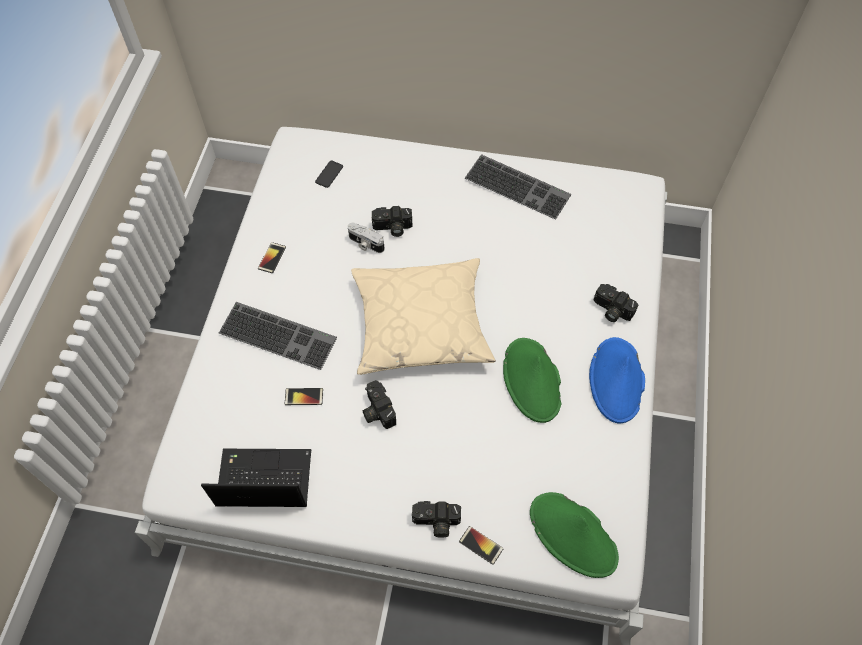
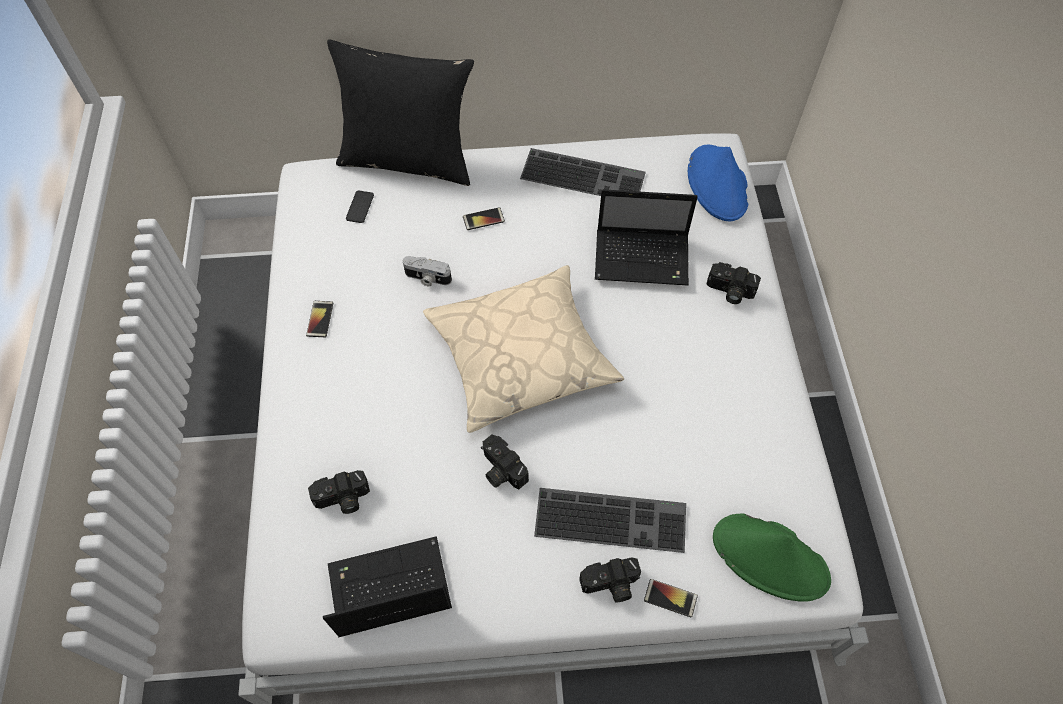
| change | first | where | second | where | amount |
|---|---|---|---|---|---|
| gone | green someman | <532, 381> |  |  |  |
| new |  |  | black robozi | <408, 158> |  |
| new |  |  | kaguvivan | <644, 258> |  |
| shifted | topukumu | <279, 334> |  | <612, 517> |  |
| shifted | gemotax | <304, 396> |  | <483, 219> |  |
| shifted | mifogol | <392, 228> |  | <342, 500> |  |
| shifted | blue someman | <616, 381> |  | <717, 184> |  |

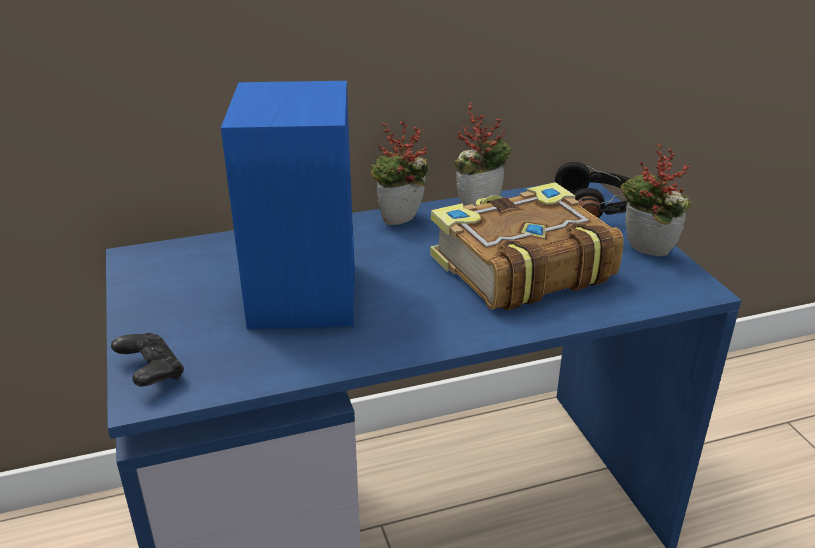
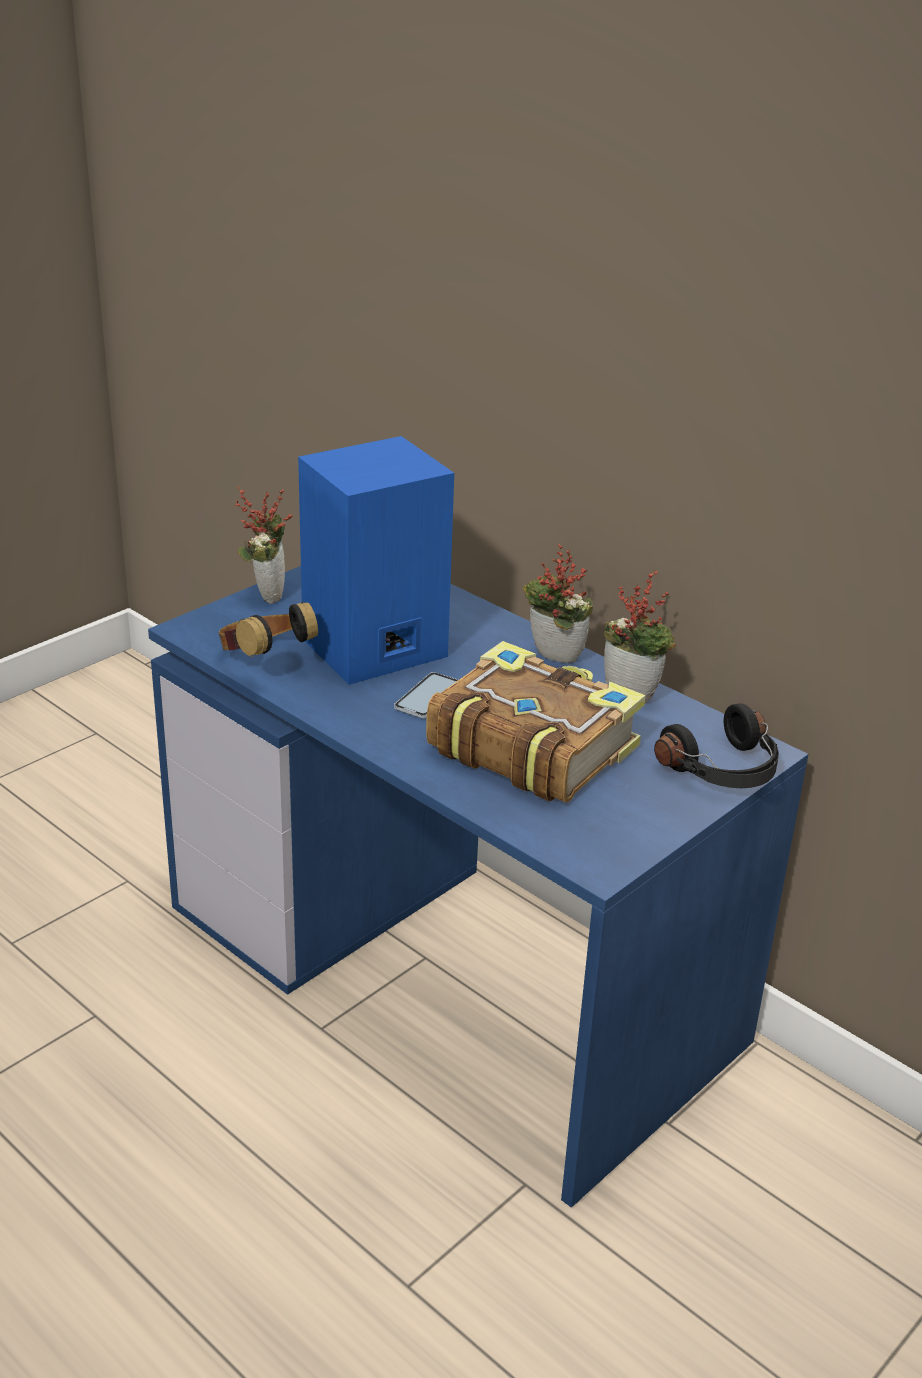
| change | first | where | second | where | amount |
|---|---|---|---|---|---|
| gone | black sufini | <151, 373> |  |  |  |
| new |  |  | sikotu | <264, 662> |  |
| new |  |  | gemotax | <428, 697> |  |
| shifted | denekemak | <644, 252> |  | <266, 593> |  |

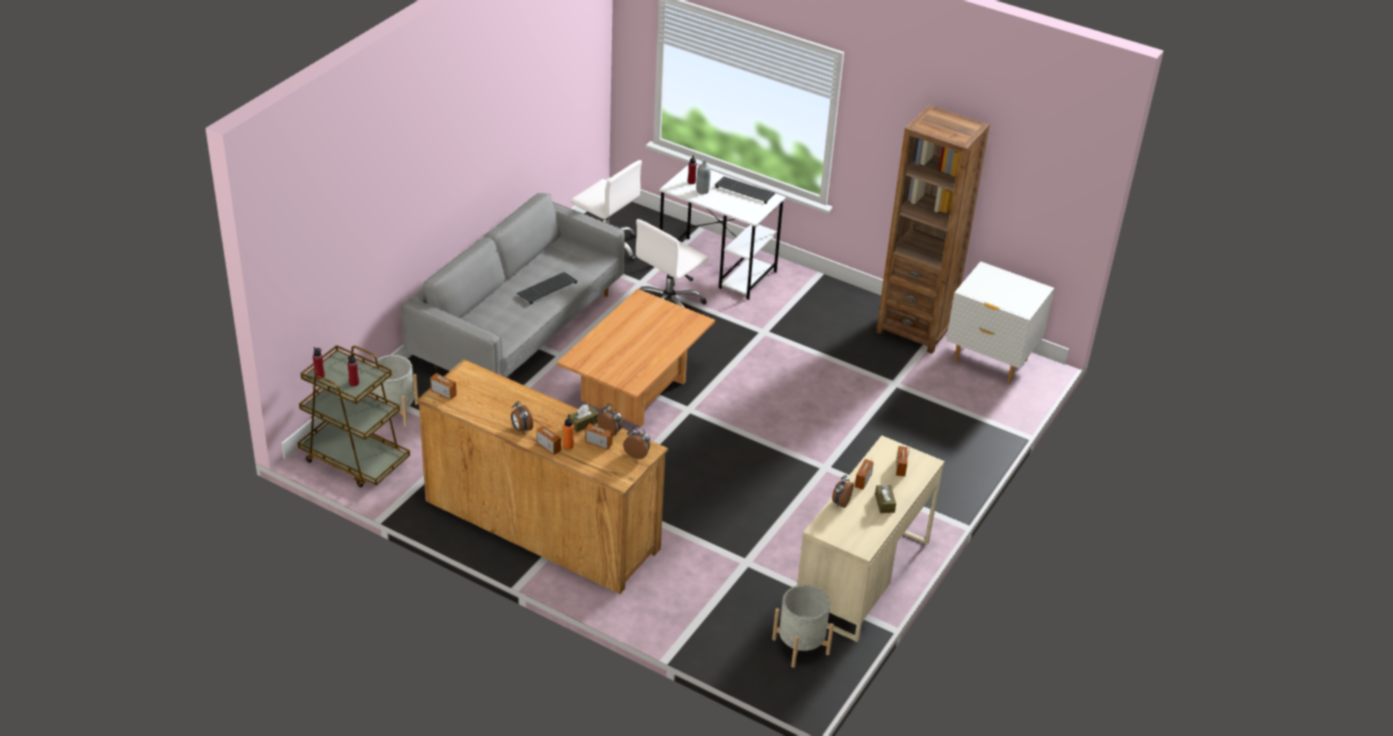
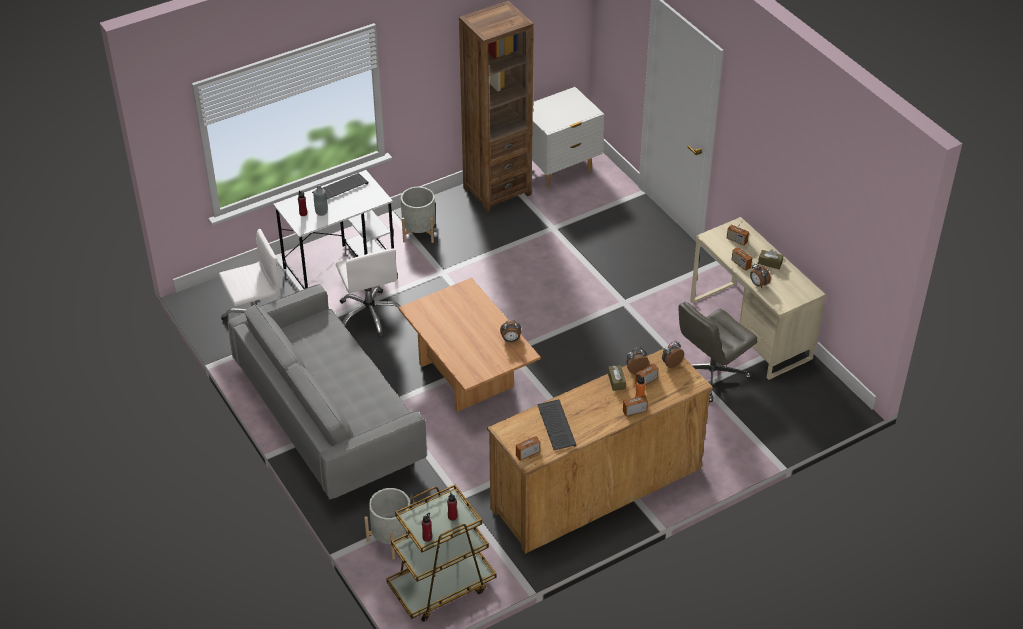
| change | first | where | second | where | amount |
|---|---|---|---|---|---|
| new |  |  | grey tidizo | <710, 375> |  |
| shifted | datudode | <521, 429> |  | <510, 340> |  |
| shifted | topukumu | <547, 288> |  | <555, 425> |  |
| shifted | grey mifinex | <800, 646> |  | <419, 232> |  |

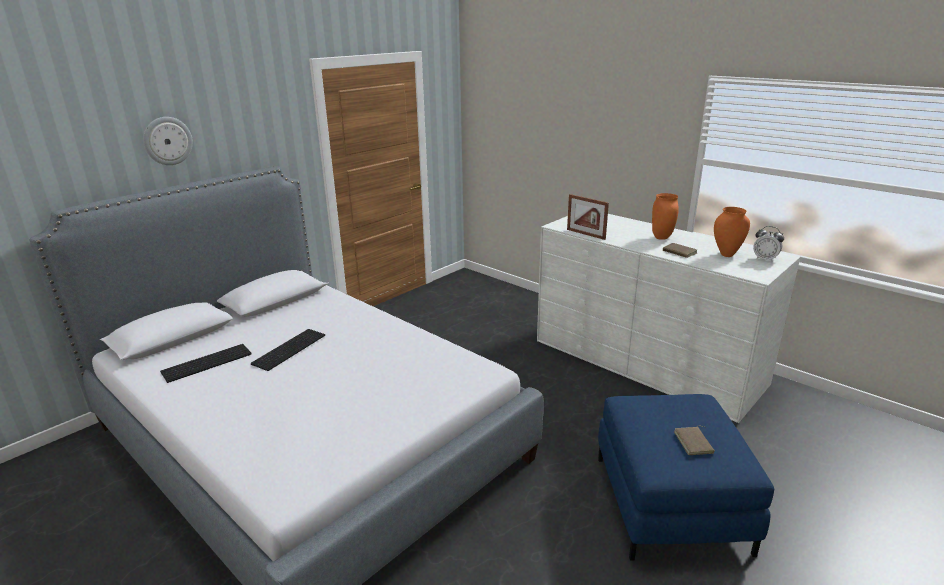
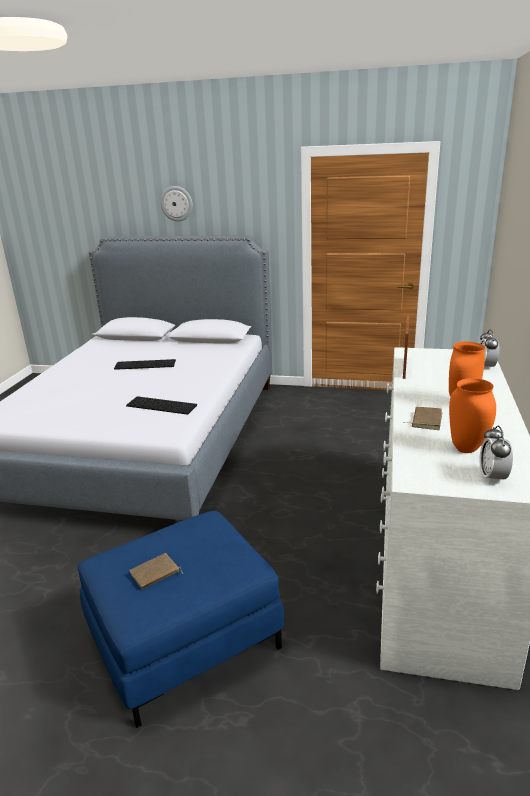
| change | first | where | second | where | amount |
|---|---|---|---|---|---|
| new |  |  | datudode | <486, 367> |  |
| shifted | topukumu | <207, 362> |  | <162, 405> |  |

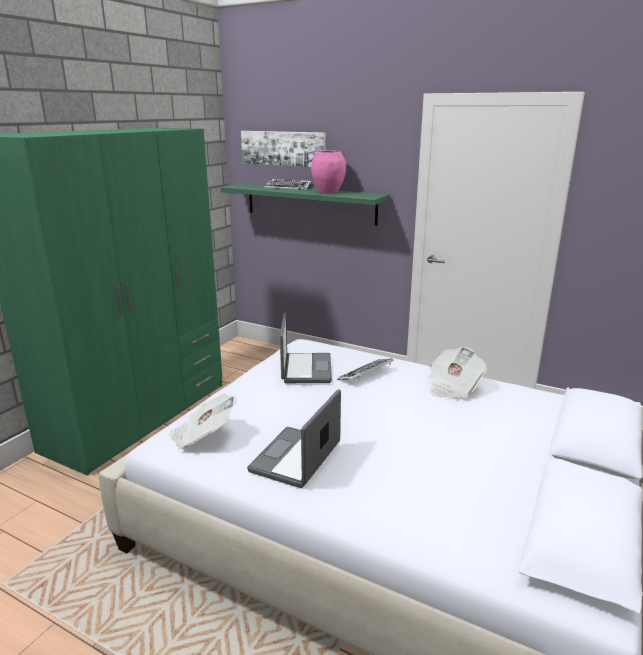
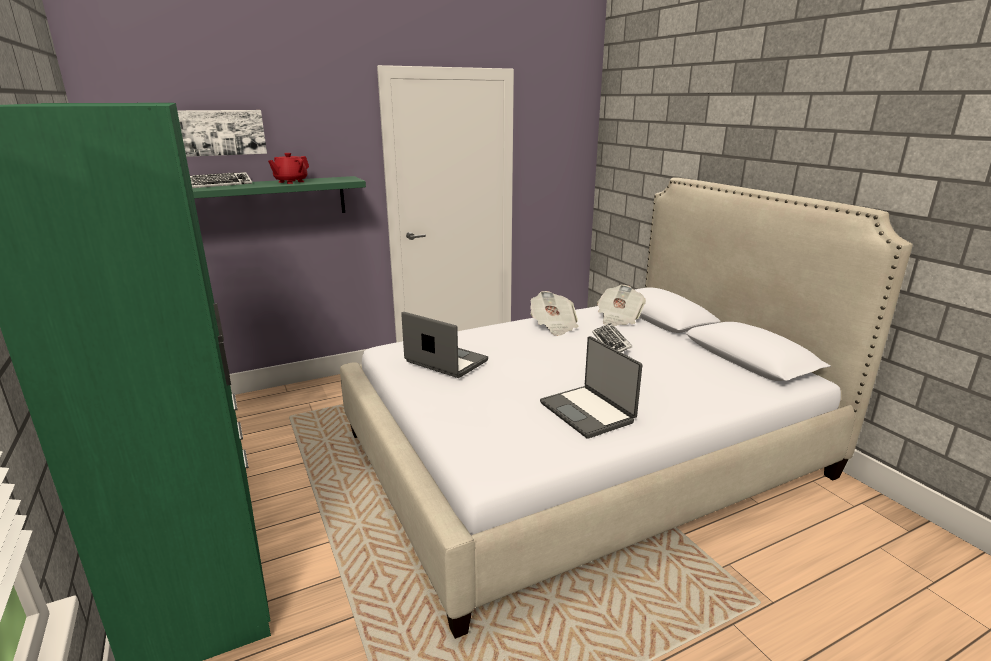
| change | first | where | second | where | amount |
|---|---|---|---|---|---|
| shifted | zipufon | <203, 436> |  | <618, 318> |  |
| shifted | topukumu | <366, 374> |  | <611, 343> |  |
| swapped | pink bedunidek | <328, 192> | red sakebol | <291, 182> |  |

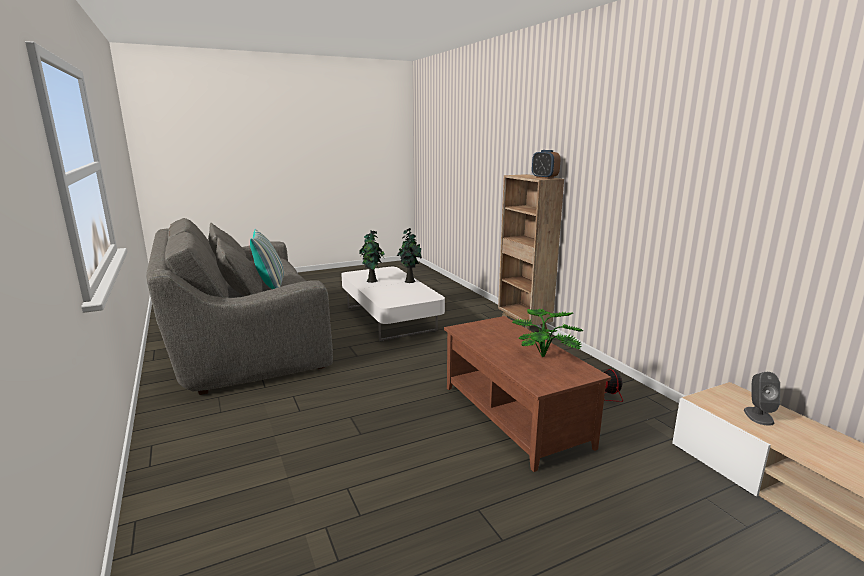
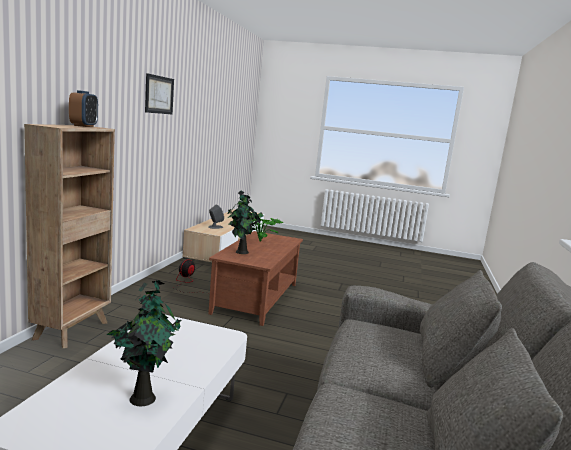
| change | first | where | second | where | amount |
|---|---|---|---|---|---|
| gone | robozi | <270, 286> |  |  |  |
| new |  |  | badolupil | <159, 95> |  |
| shifted | denekemak | <409, 281> |  | <241, 252> |  |

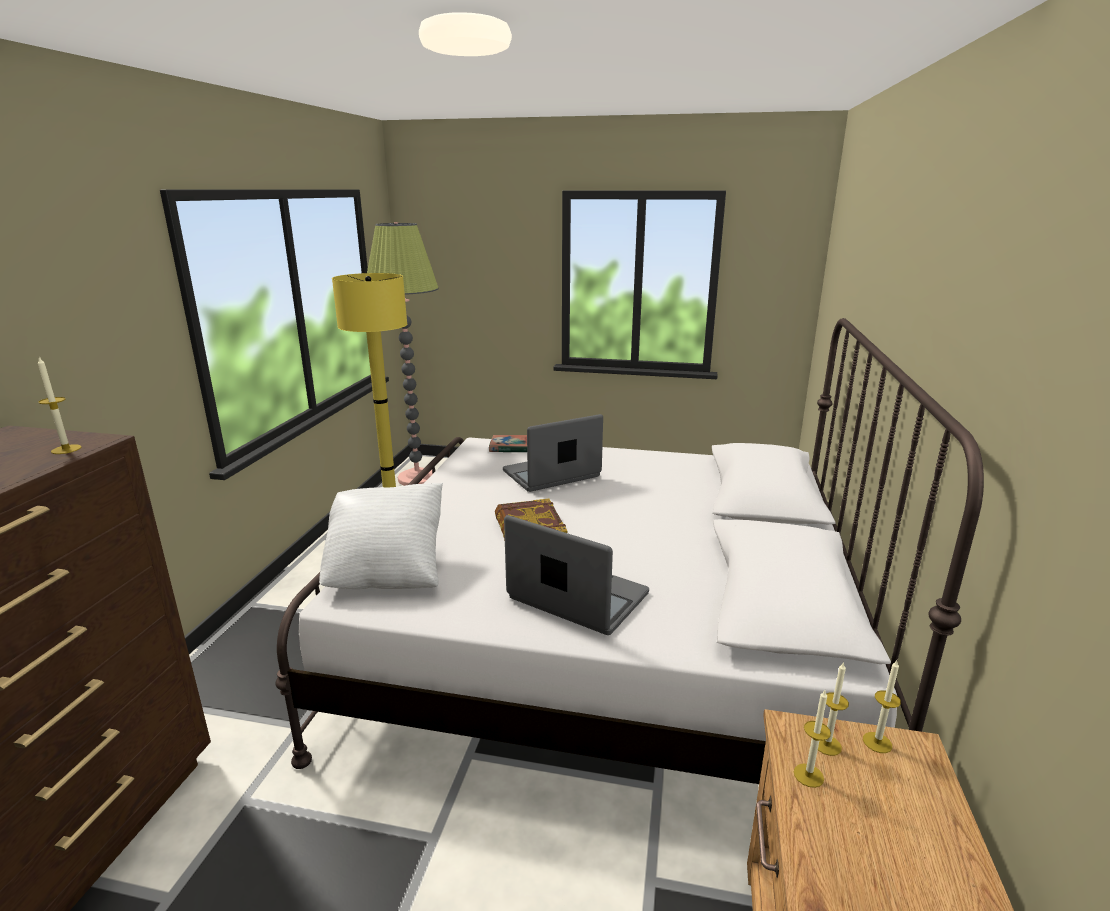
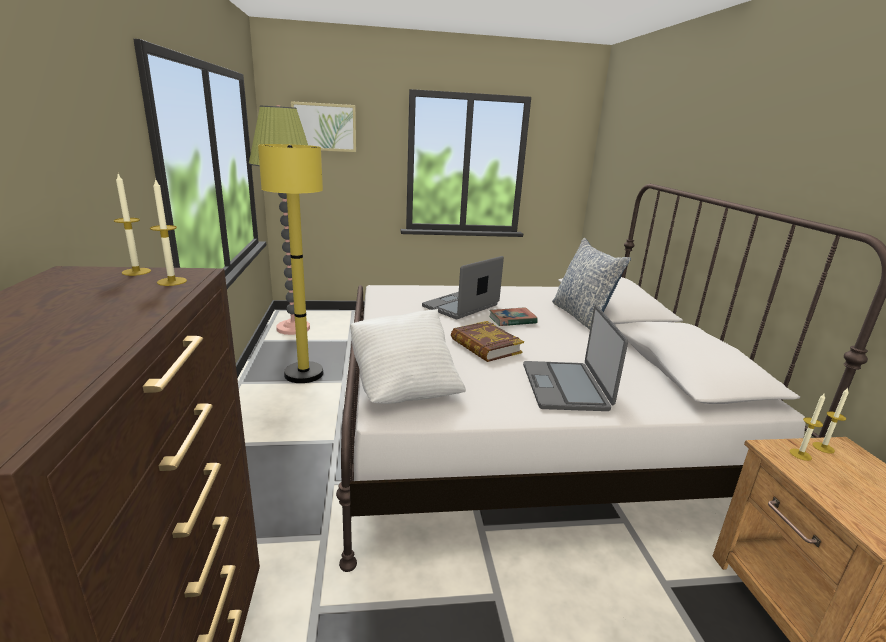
| change | first | where | second | where | amount |
|---|---|---|---|---|---|
| new |  |  | badolupil | <324, 127> |  |
| new |  |  | robozi | <581, 316> |  |
| shifted | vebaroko | <512, 447> |  | <512, 320> |  |
| shifted | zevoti | <808, 775> |  | <136, 272> |  |
| rotated | kaguvivan | <577, 597> |  | <566, 387> | 105 degrees counterclockwise |

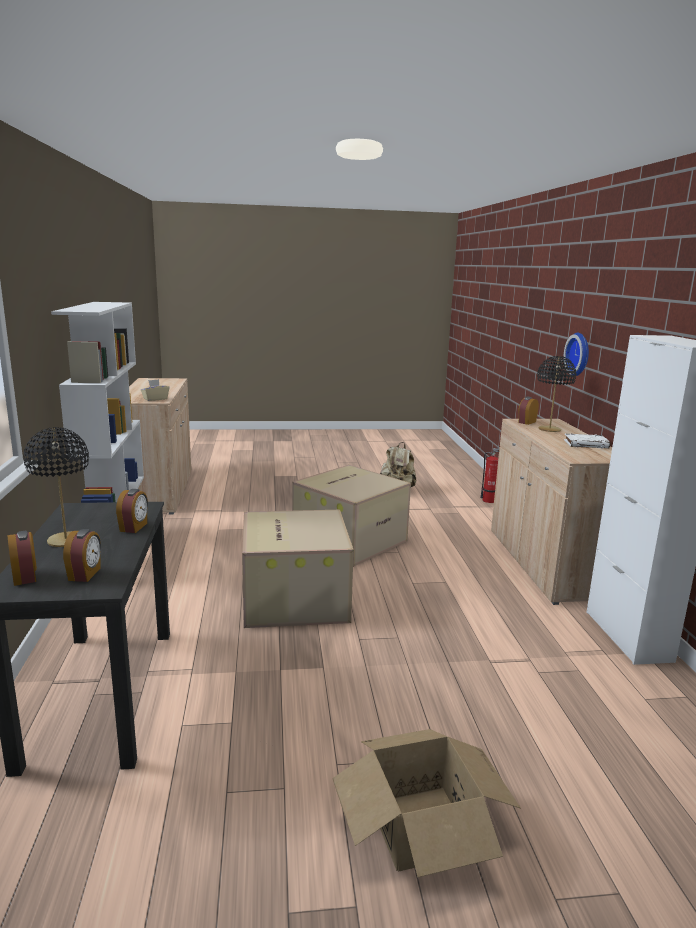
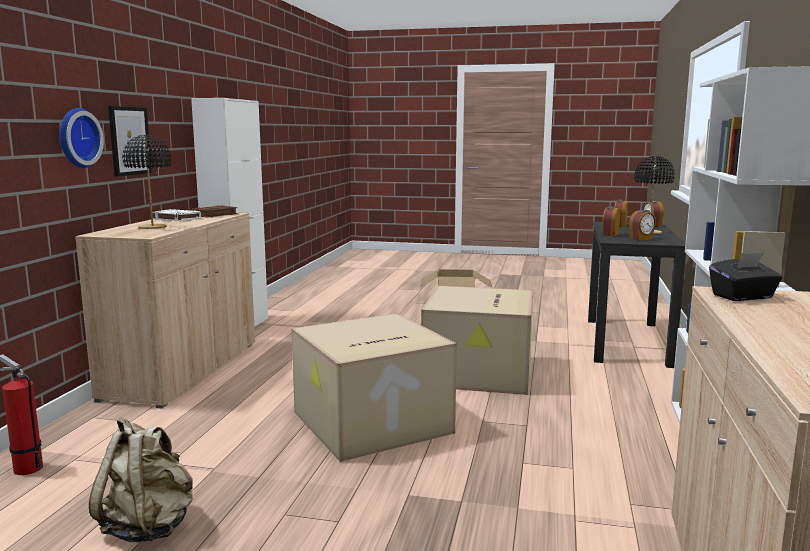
| change | first | where | second | where | amount |
|---|---|---|---|---|---|
| new |  |  | badolupil | <129, 141> |  |
| new |  |  | brown vebaroko | <213, 215> |  |
| shifted | datudode | <526, 422> |  | <641, 239> |  |
| repainted | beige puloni | <155, 399> | black puloni | <743, 297> |  |

